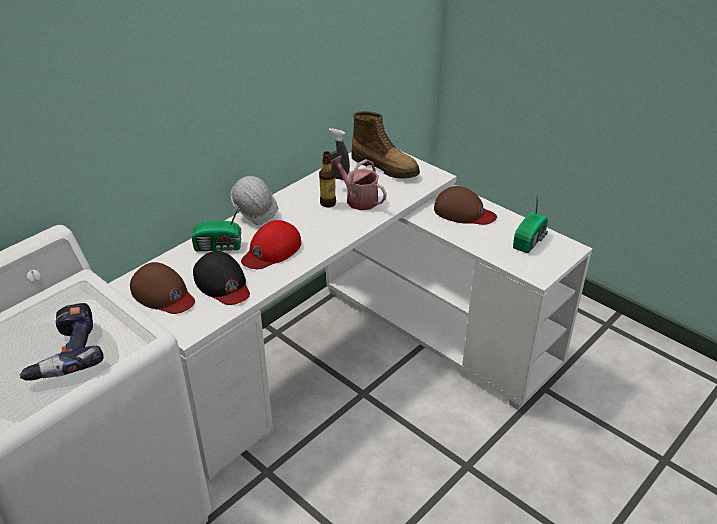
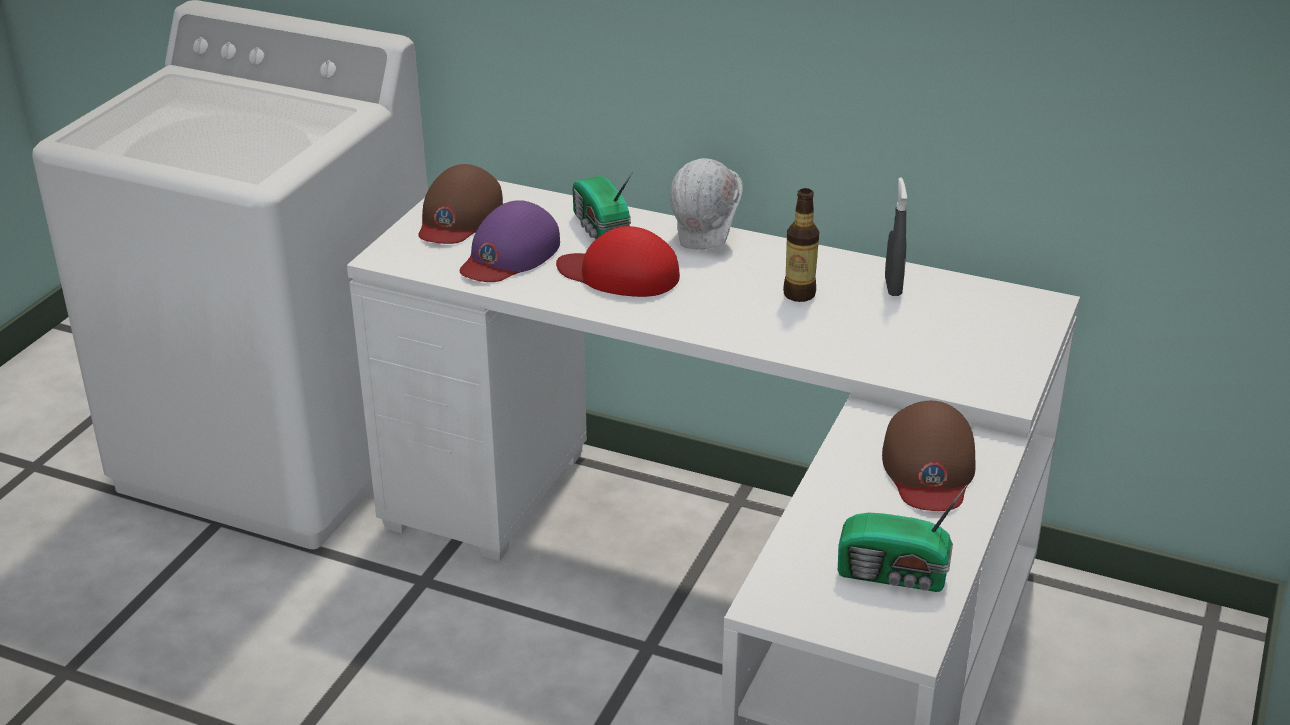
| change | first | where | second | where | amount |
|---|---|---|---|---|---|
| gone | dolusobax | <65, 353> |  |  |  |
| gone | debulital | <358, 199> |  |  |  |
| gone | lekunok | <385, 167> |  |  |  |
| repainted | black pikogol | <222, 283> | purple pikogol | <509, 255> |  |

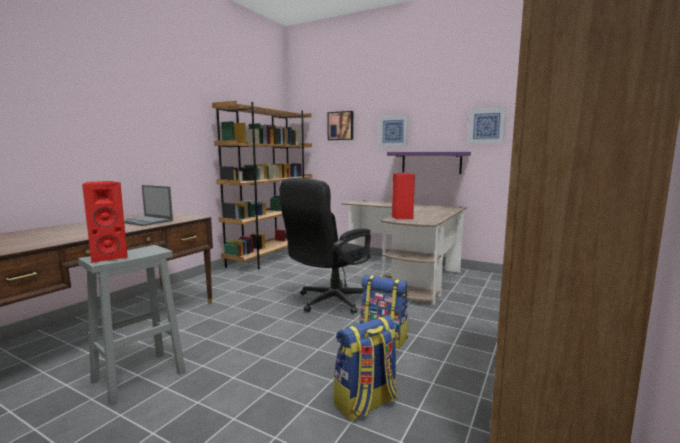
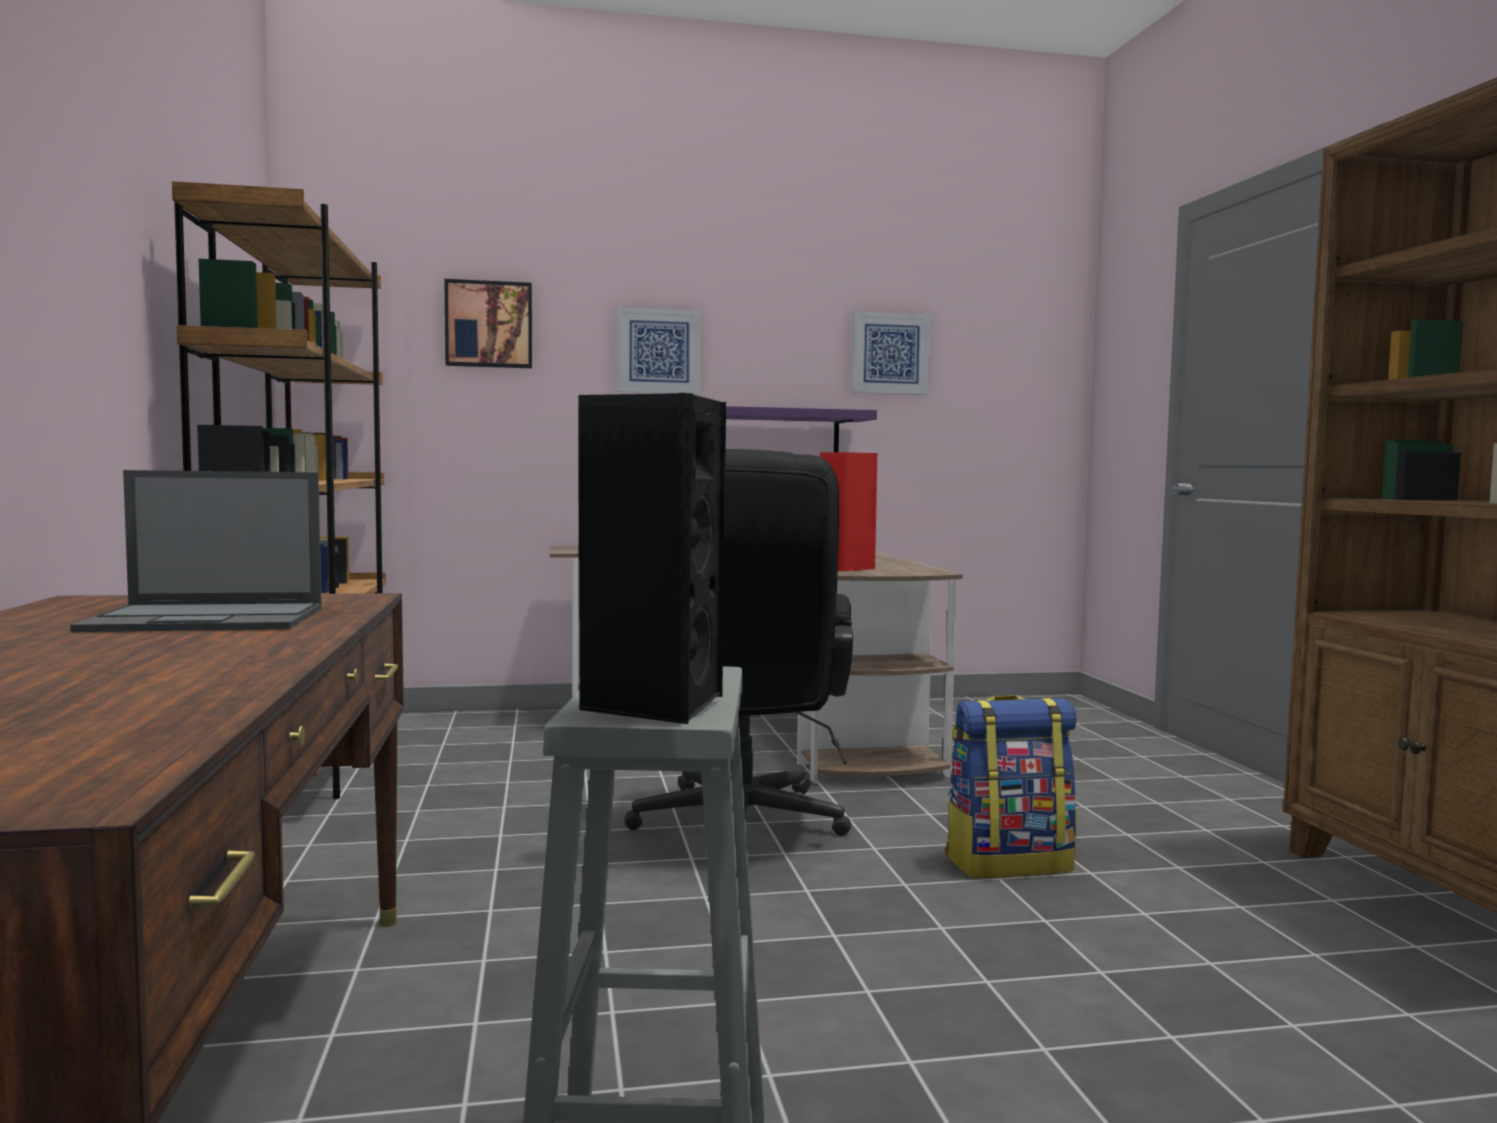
| change | first | where | second | where | amount |
|---|---|---|---|---|---|
| gone | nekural | <366, 403> |  |  |  |
| repainted | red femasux | <108, 257> | black femasux | <651, 705> |  |

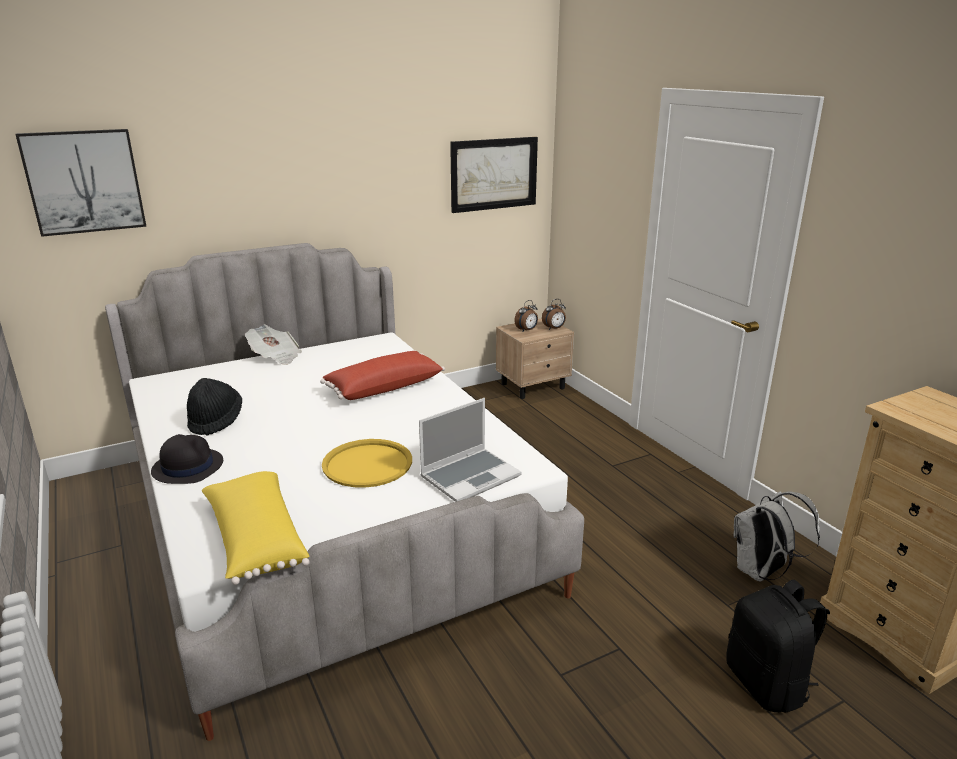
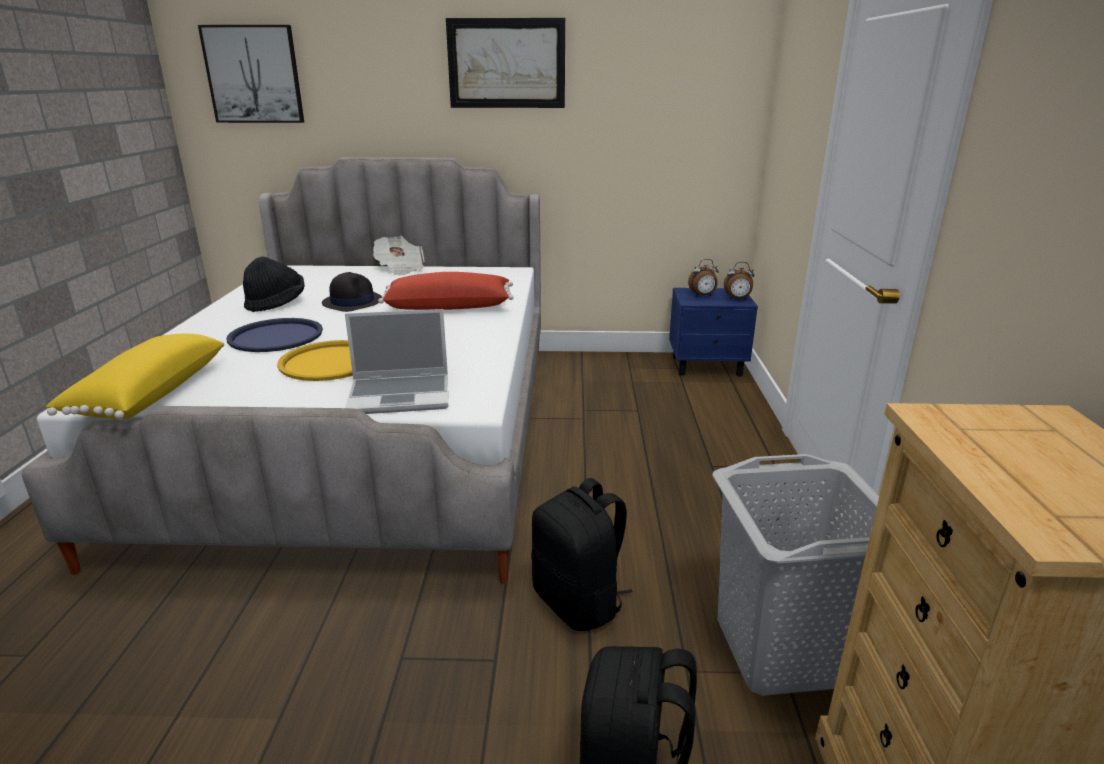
| change | first | where | second | where | amount |
|---|---|---|---|---|---|
| new |  |  | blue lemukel | <276, 336> |  |
| new |  |  | black nekural | <579, 602> |  |
| shifted | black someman | <187, 466> |  | <352, 302> |  |
| shifted | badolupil | <493, 174> |  | <506, 64> |  |
| swapped | white nekural | <761, 572> | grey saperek | <782, 651> |  |
| repainted | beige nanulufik | <533, 386> | blue nanulufik | <707, 366> |  |

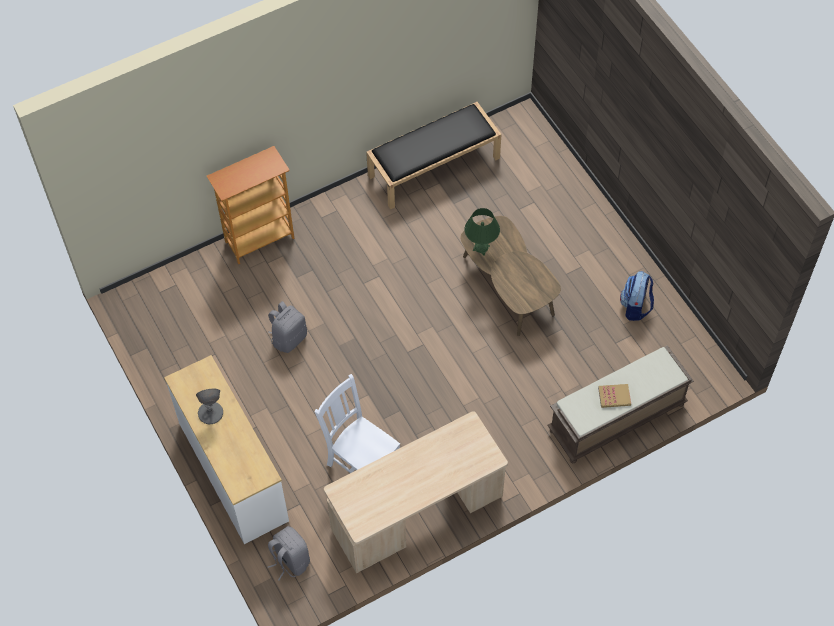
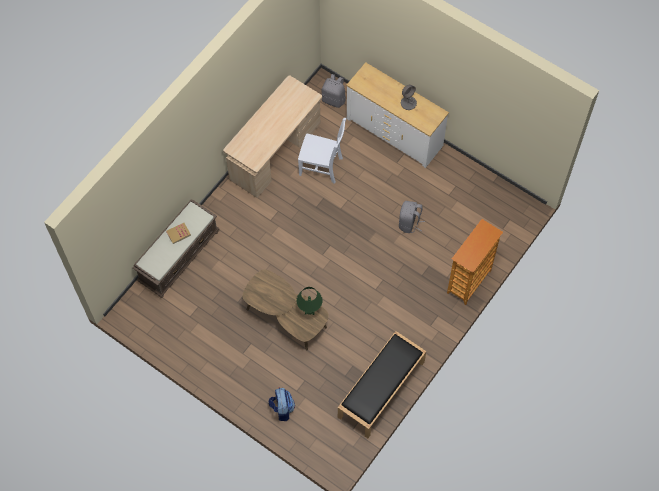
| change | first | where | second | where | amount |
|---|---|---|---|---|---|
| shifted | nekural | <635, 307> |  | <282, 408> |  |

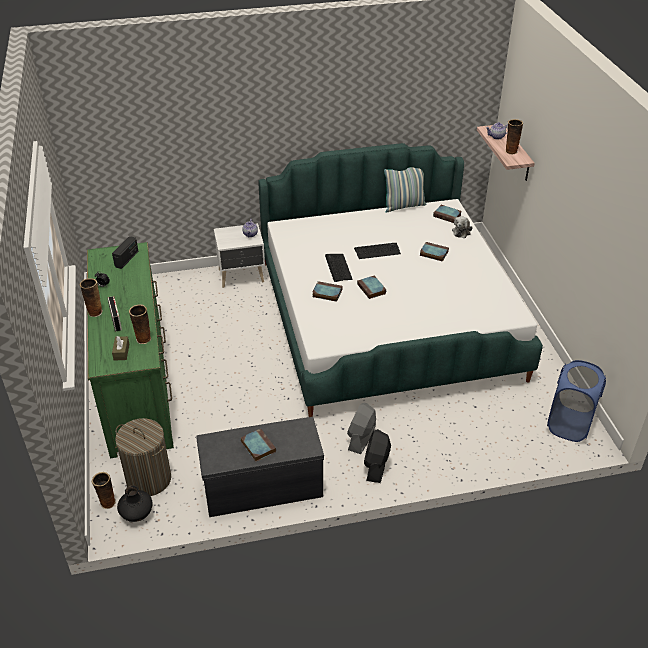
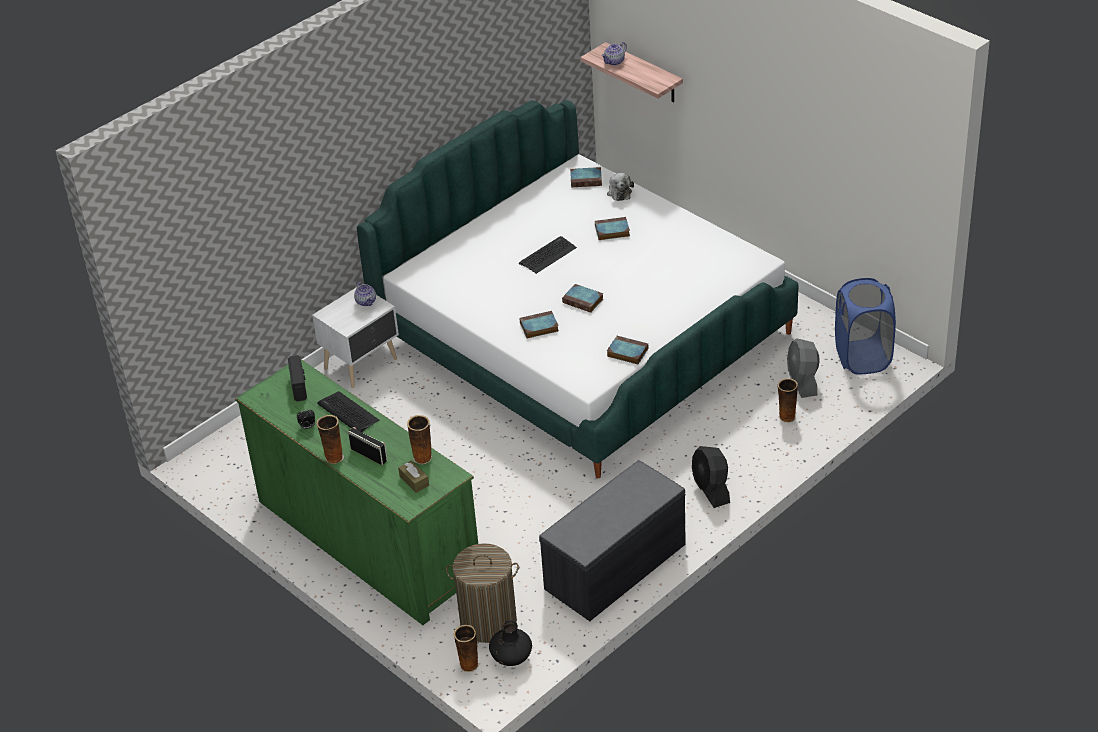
| change | first | where | second | where | amount |
|---|---|---|---|---|---|
| gone | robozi | <404, 206> |  |  |  |
| shifted | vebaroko | <257, 446> |  | <626, 352> |  |
| shifted | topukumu | <338, 268> |  | <348, 413> |  |
| shifted | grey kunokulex | <361, 438> |  | <802, 381> |  |
| shifted | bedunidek | <510, 151> |  | <786, 417> |  |

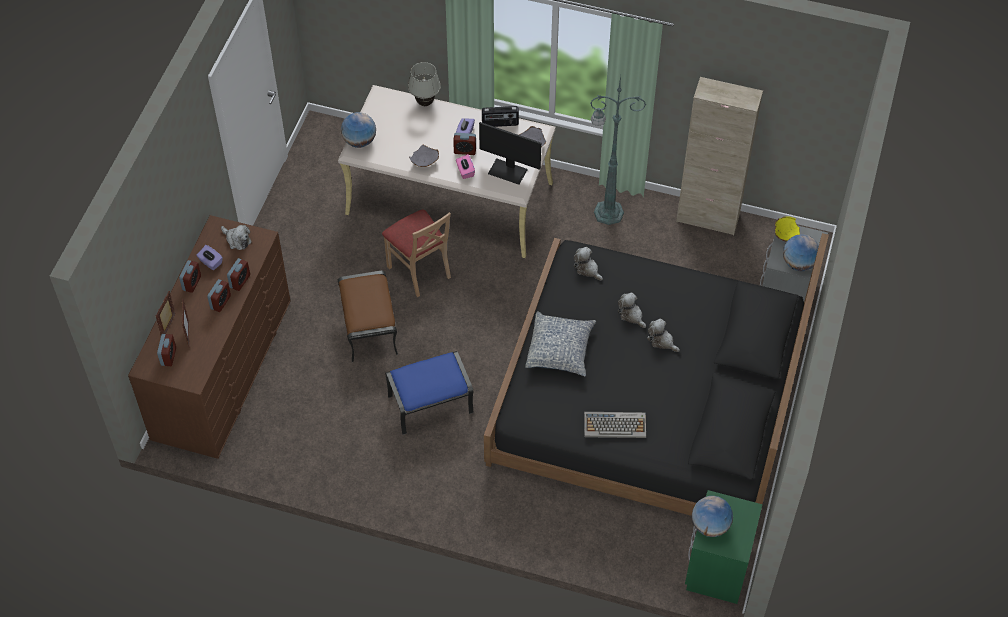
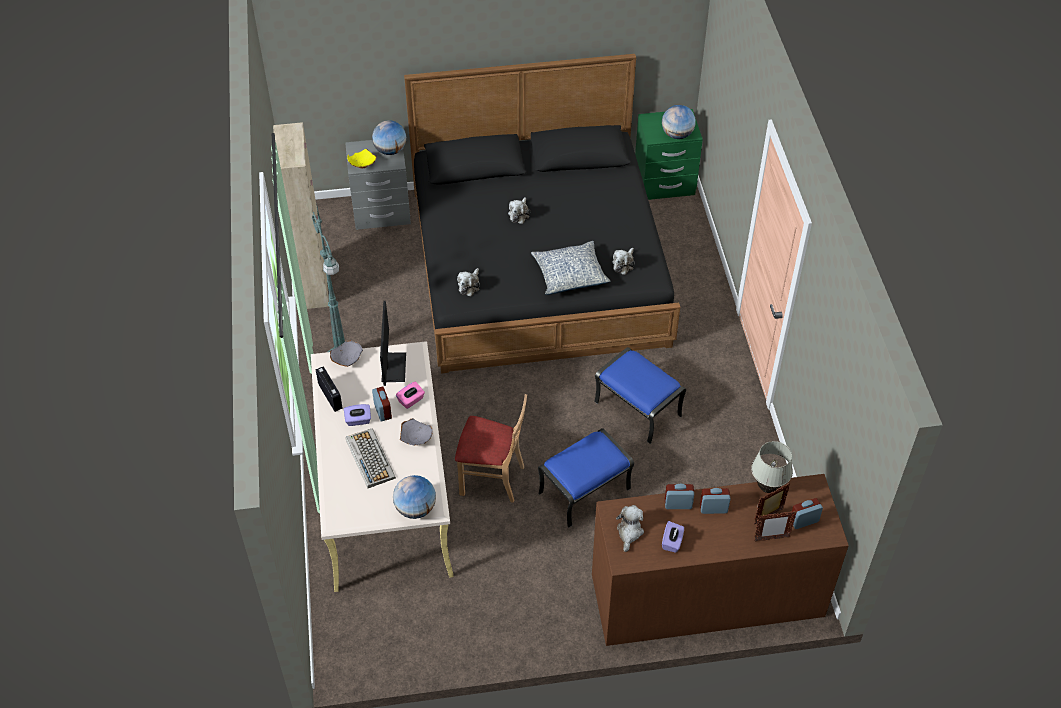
| change | first | where | second | where | amount |
|---|---|---|---|---|---|
| gone | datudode | <192, 283> |  |  |  |
| shifted | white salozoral | <425, 103> |  | <767, 487> |  |
| shifted | topukumu | <615, 425> |  | <369, 458> |  |
| shifted | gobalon | <631, 315> |  | <623, 264> |  |
| repainted | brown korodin | <368, 328> | blue korodin | <584, 492> |  |
| rotated | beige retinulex | <419, 271> |  | <492, 479> | 75 degrees clockwise |

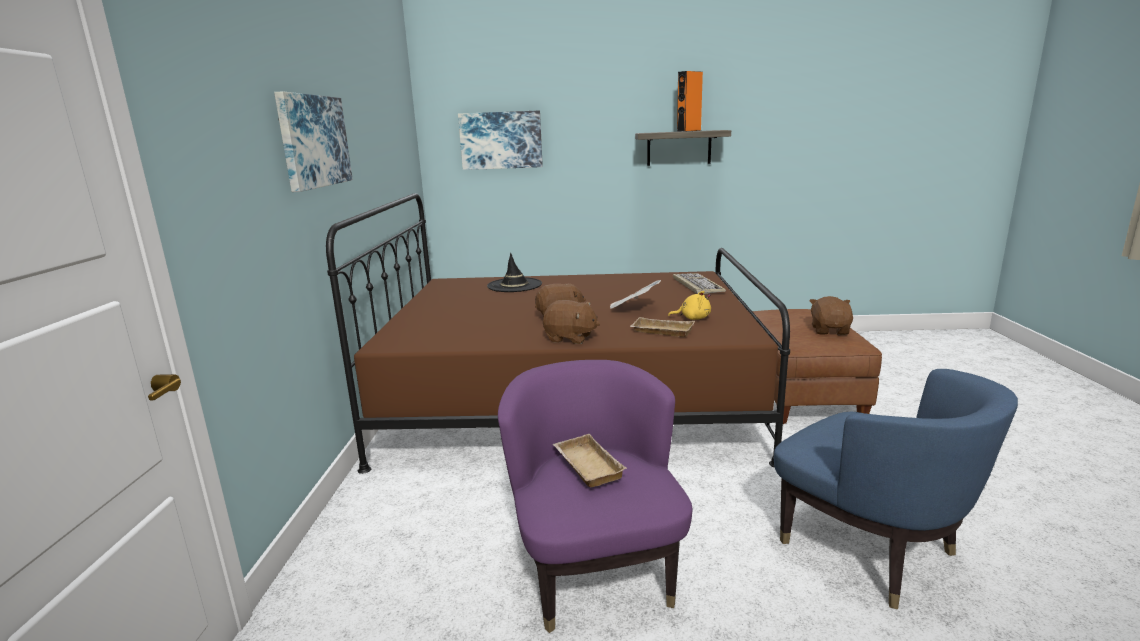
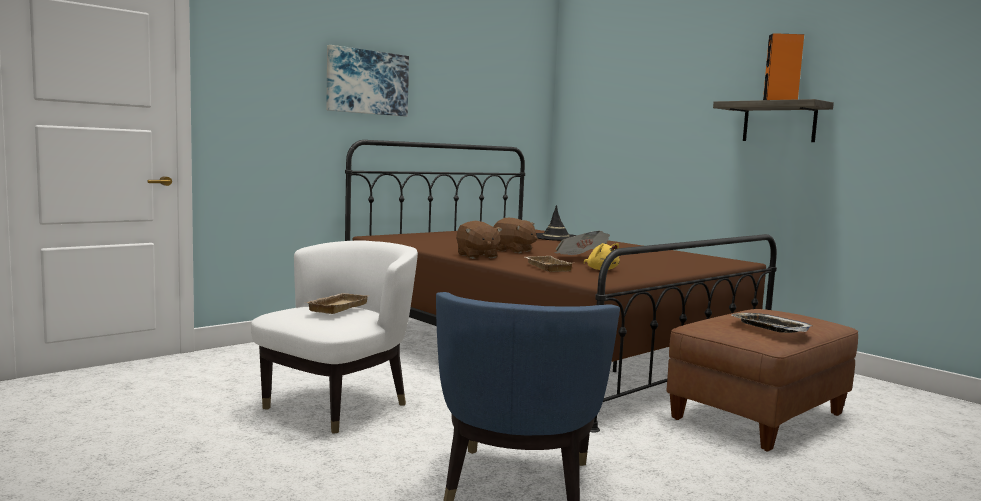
| change | first | where | second | where | amount |
|---|---|---|---|---|---|
| gone | badolupil | <501, 140> |  |  |  |
| gone | topukumu | <696, 285> |  |  |  |
| swapped | brown gobalon | <830, 330> | lemukel | <769, 328> |  |
| repainted | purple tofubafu | <594, 570> | white tofubafu | <339, 405> |  |

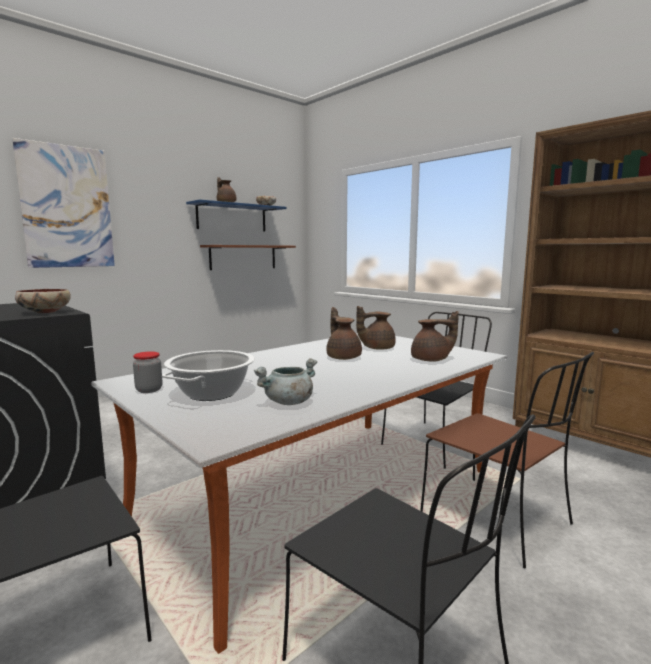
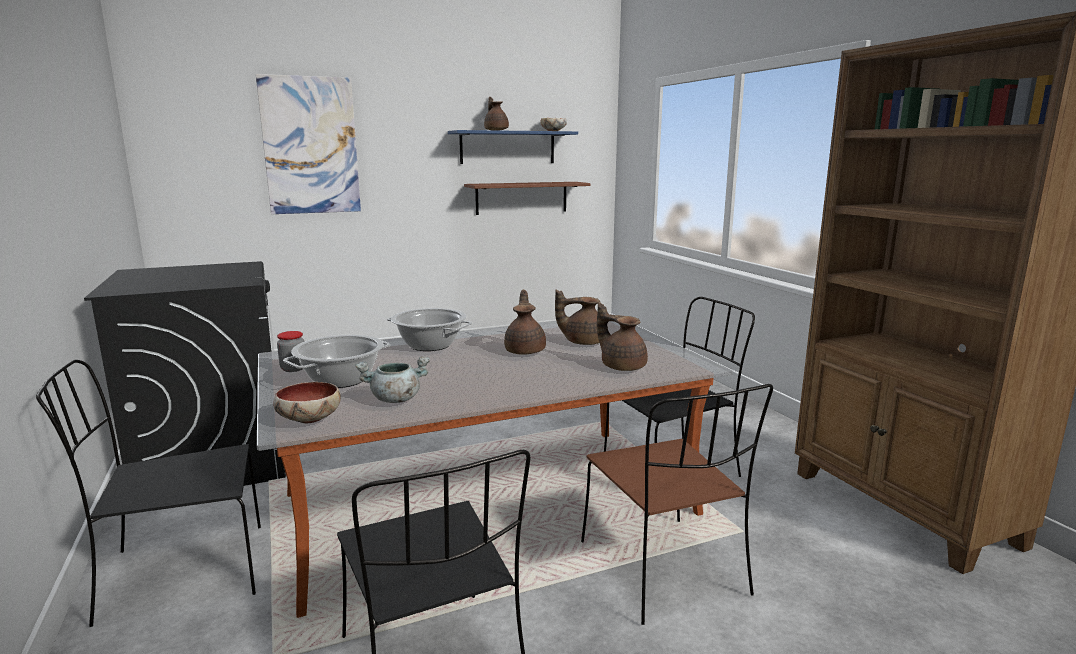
| change | first | where | second | where | amount |
|---|---|---|---|---|---|
| new |  |  | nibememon | <429, 345> |  |
| shifted | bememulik | <44, 312> |  | <308, 419> |  |
| rotated | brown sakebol | <431, 360> |  | <622, 366> | 150 degrees counterclockwise |

